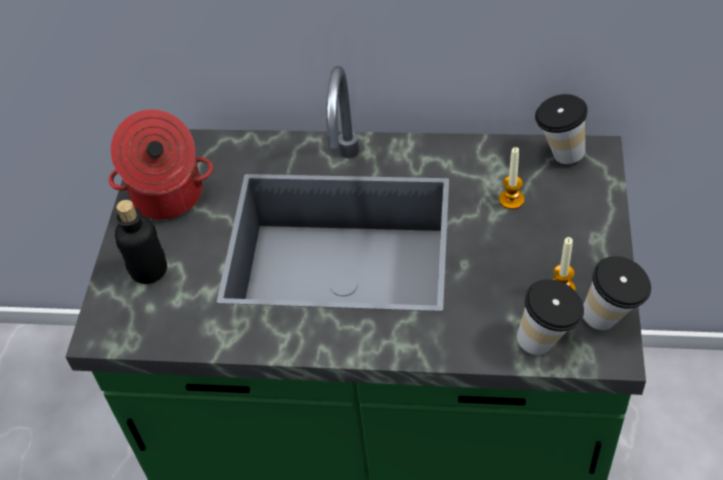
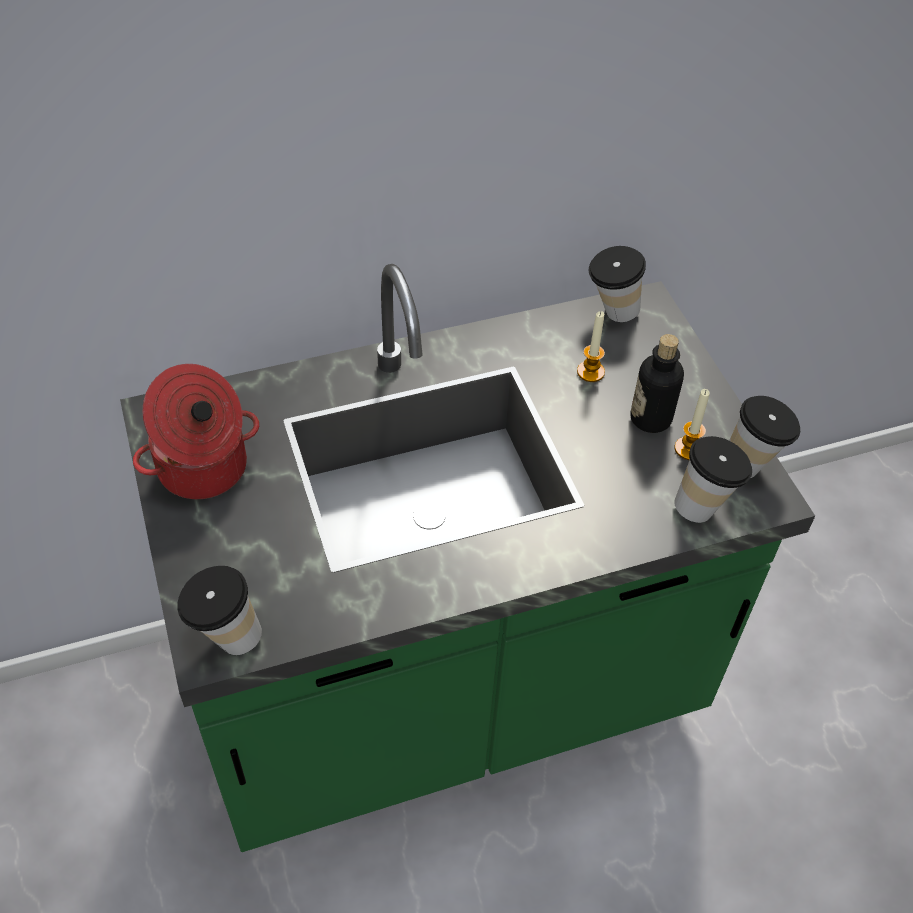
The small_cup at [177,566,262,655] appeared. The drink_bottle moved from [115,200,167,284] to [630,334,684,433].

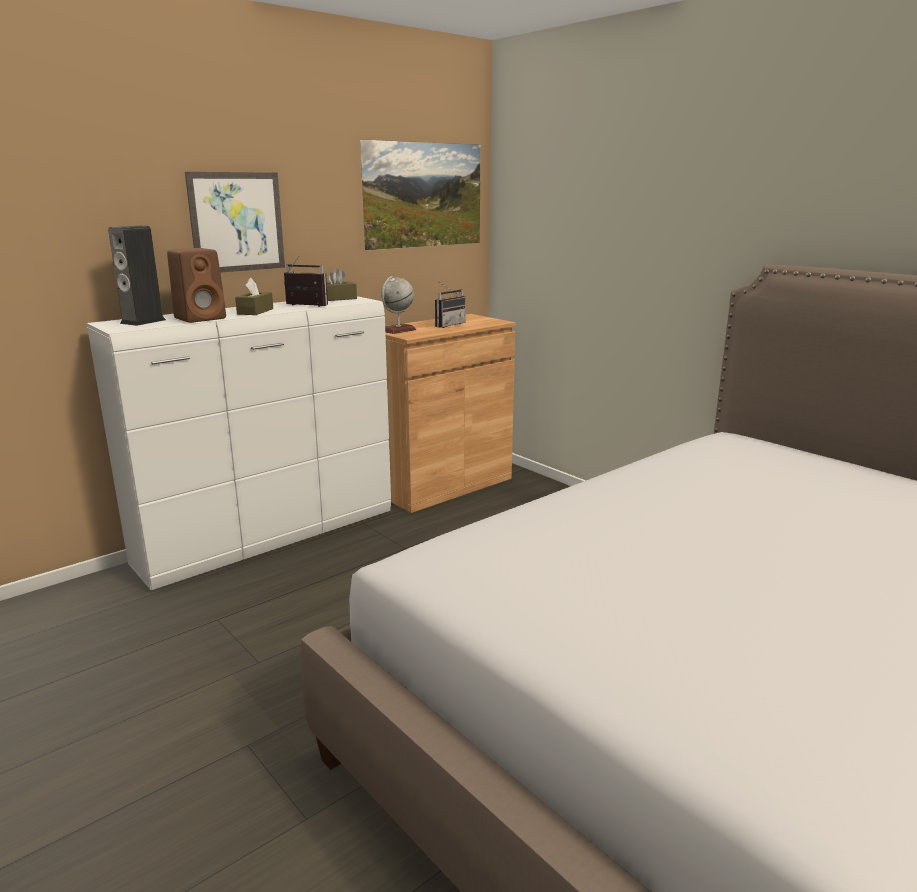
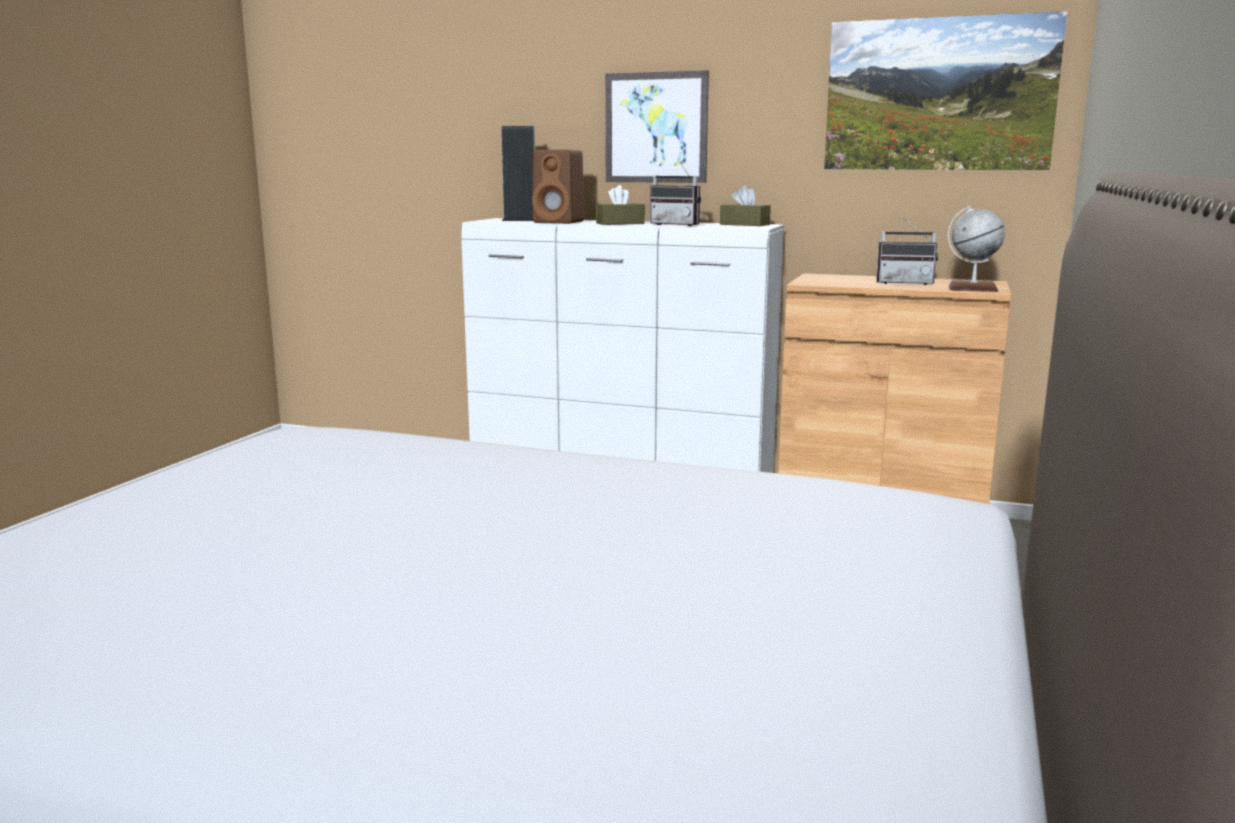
The radio at [284,255,328,307] turned 135 degrees clockwise. The globe moved from [381,276,416,334] to [947,206,1005,292].

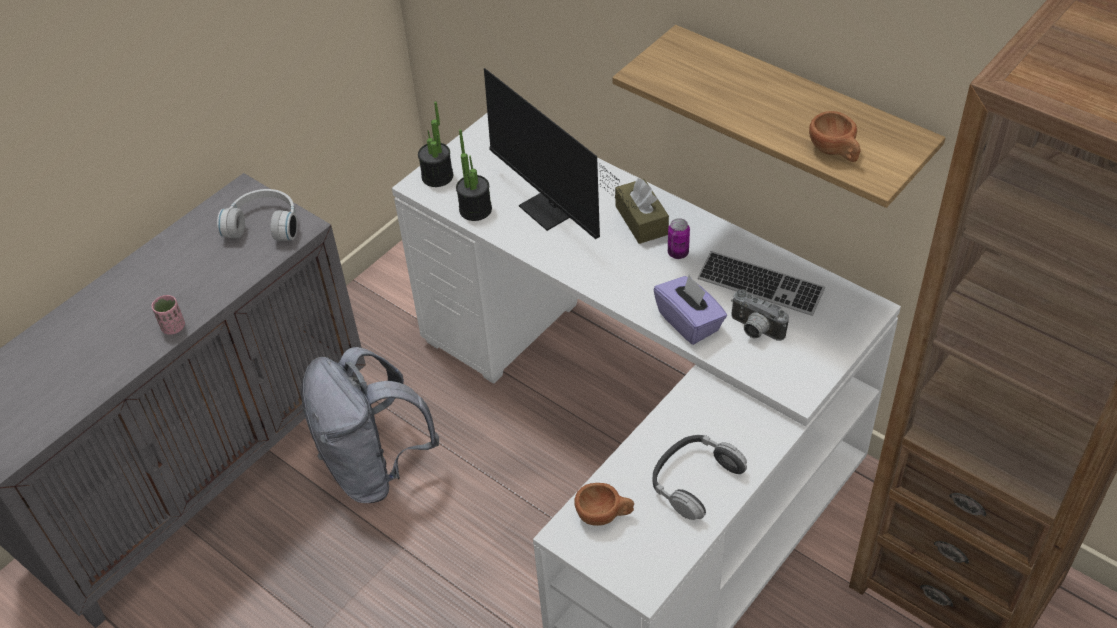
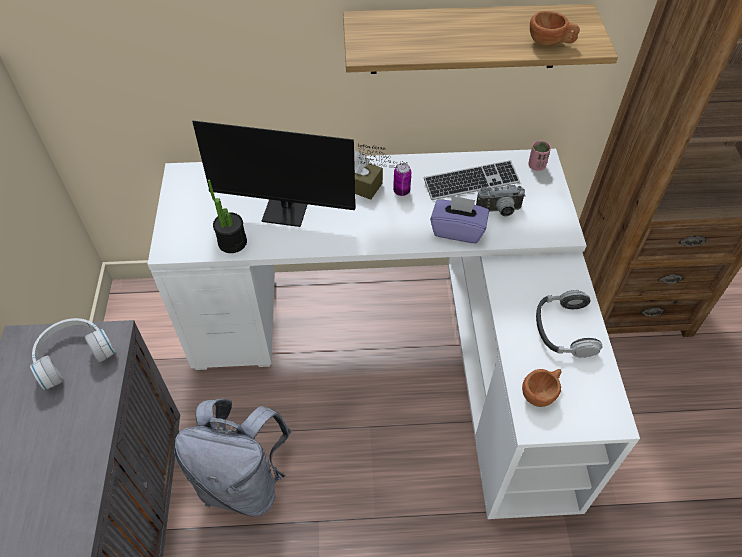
The pink_small_cup moved from [152,295,185,335] to [528,141,551,171]. The plant_in_a_pot at [418,102,453,187] disappeared.

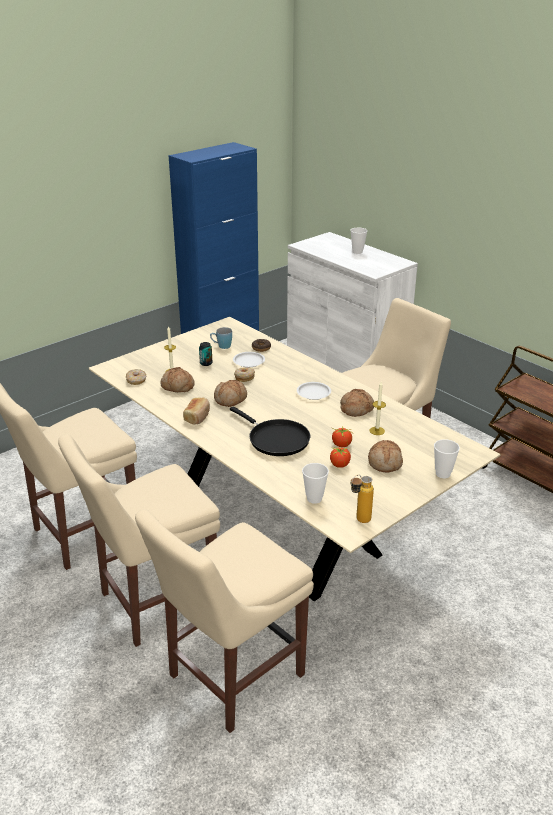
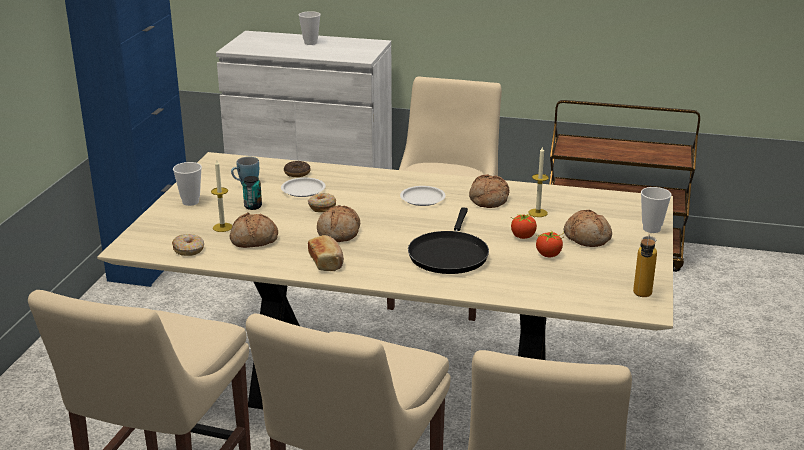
The small_cup moved from [302,463,329,504] to [173,162,202,206]. The black_pan at [230,406,310,456] turned 90 degrees clockwise.

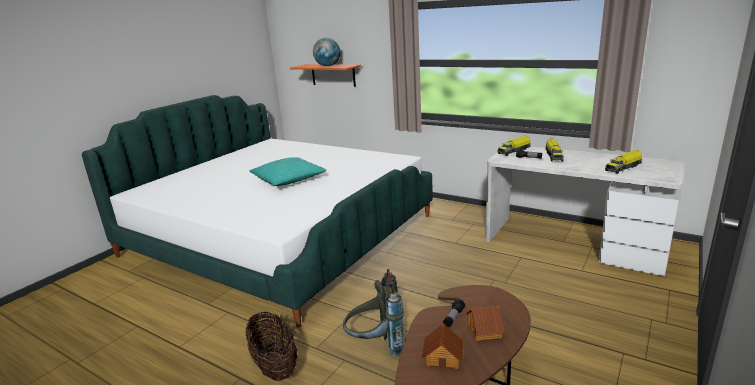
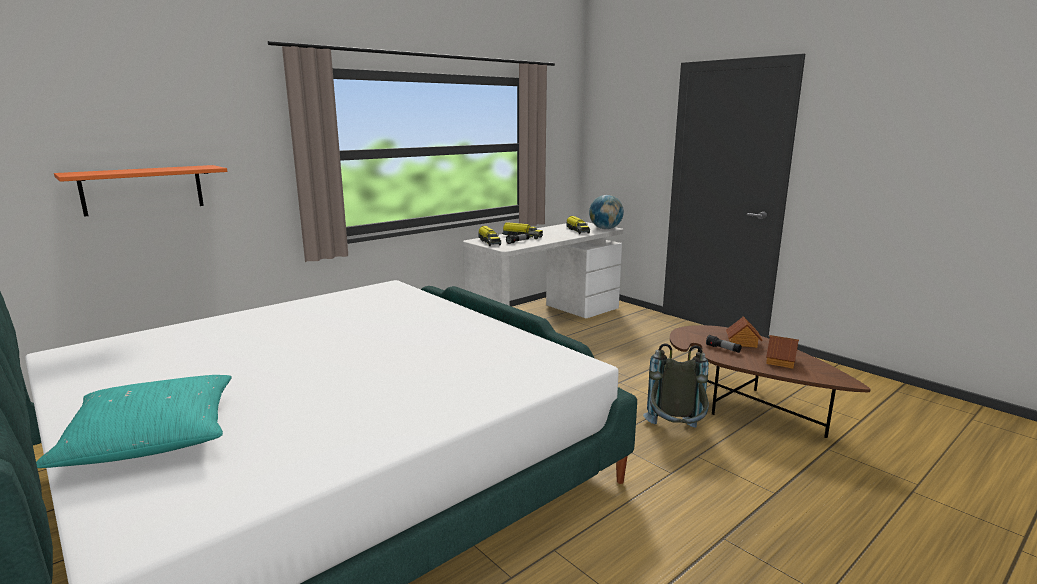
The blue-green_throw_pillow moved from [249,157,327,186] to [36,375,232,468]. The globe moved from [313,38,341,66] to [589,195,624,229]. The basket at [246,312,297,381] disappeared.

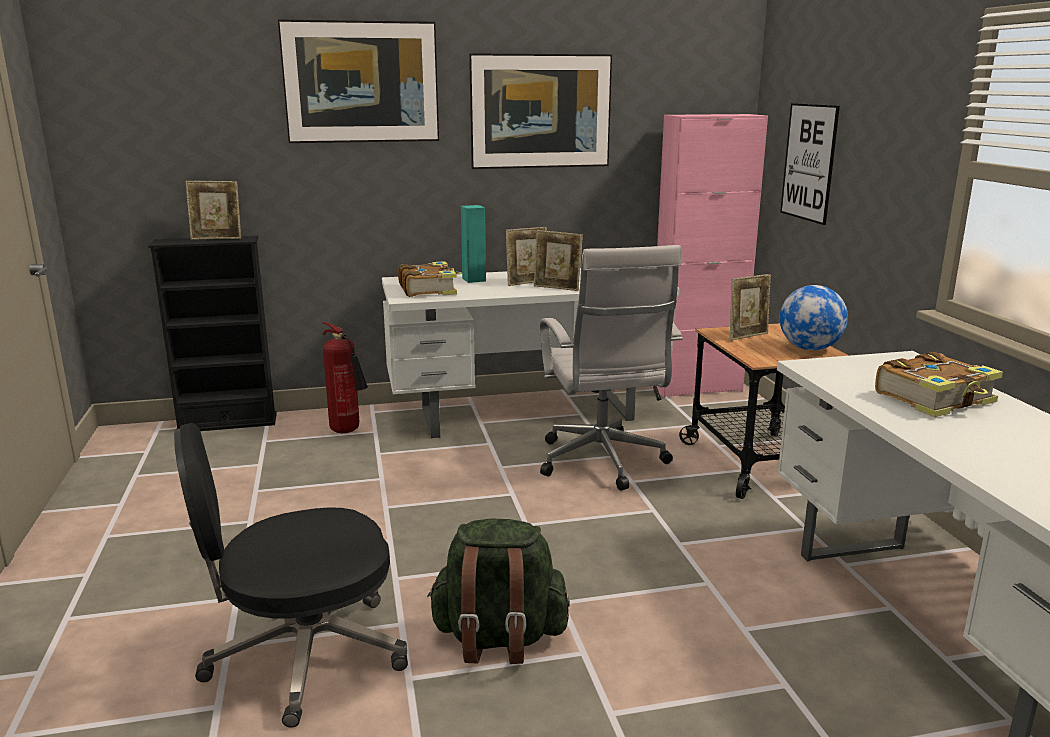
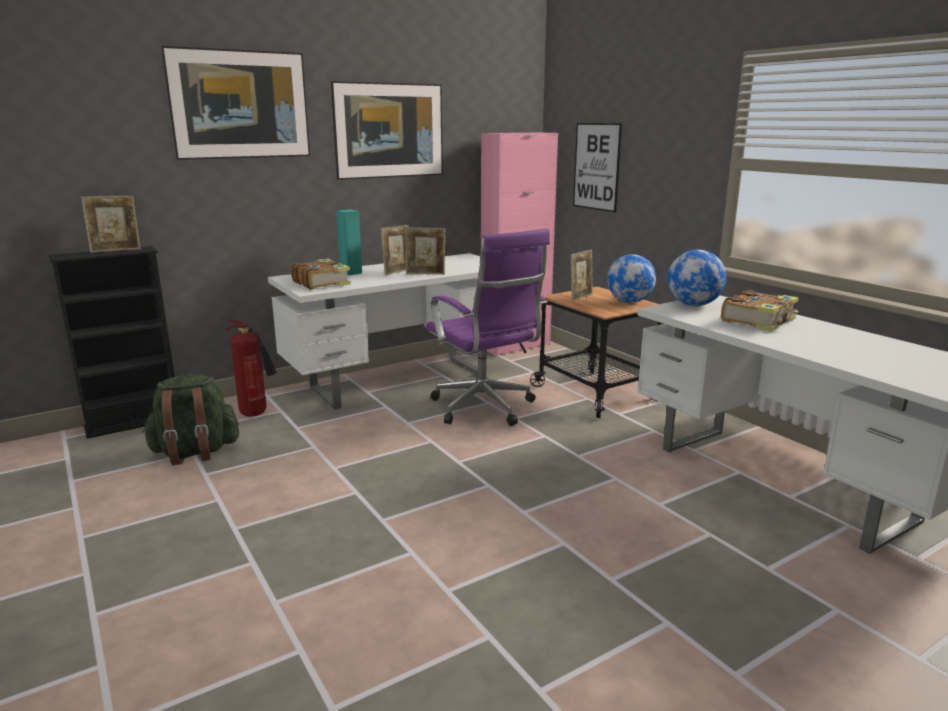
The greenish_rucksack moved from [427,518,570,664] to [142,375,239,465]. The whitish_computer_chair at [540,245,683,491] became the purple_computer_chair at [426,229,550,426]. The globe at [668,250,726,306] appeared. The black_computer_chair at [174,423,408,728] disappeared.

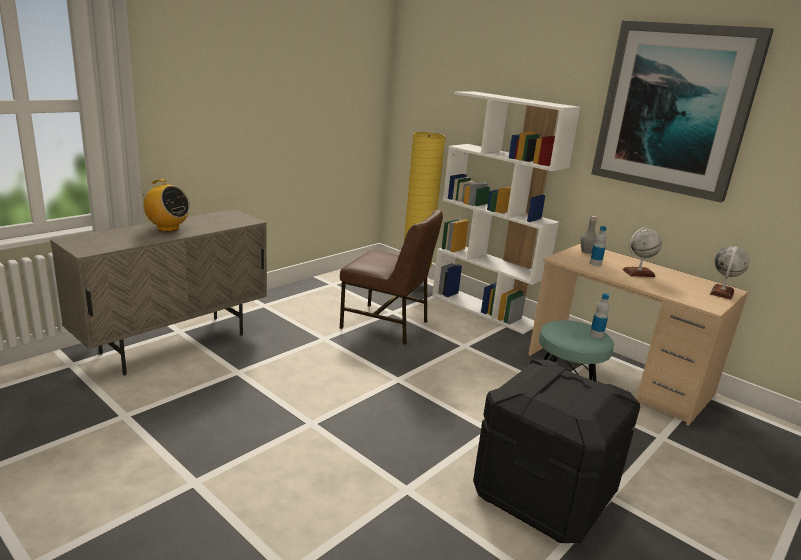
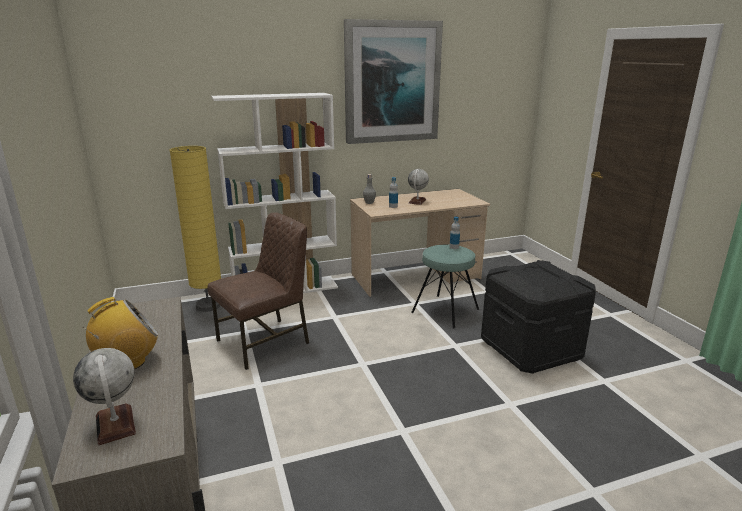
The globe moved from [710,246,750,300] to [73,348,136,445].

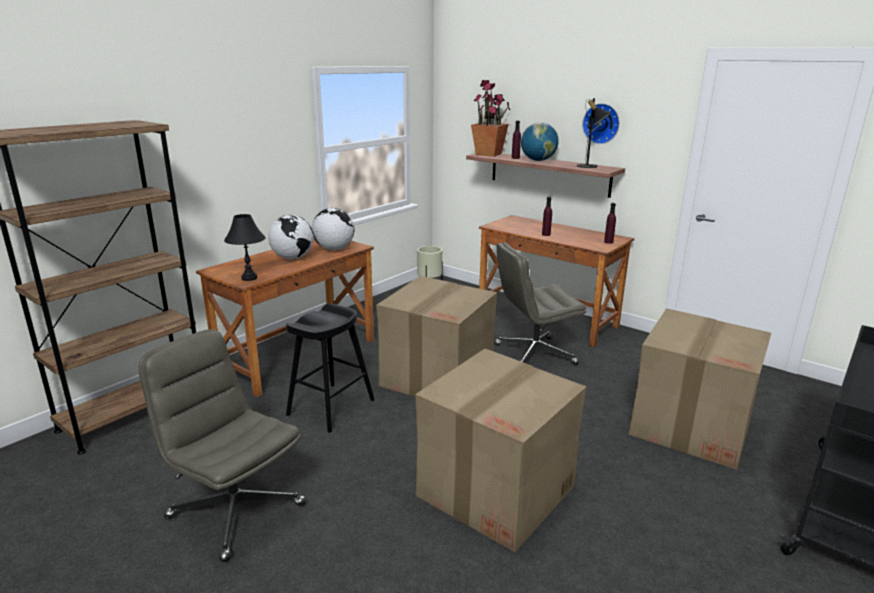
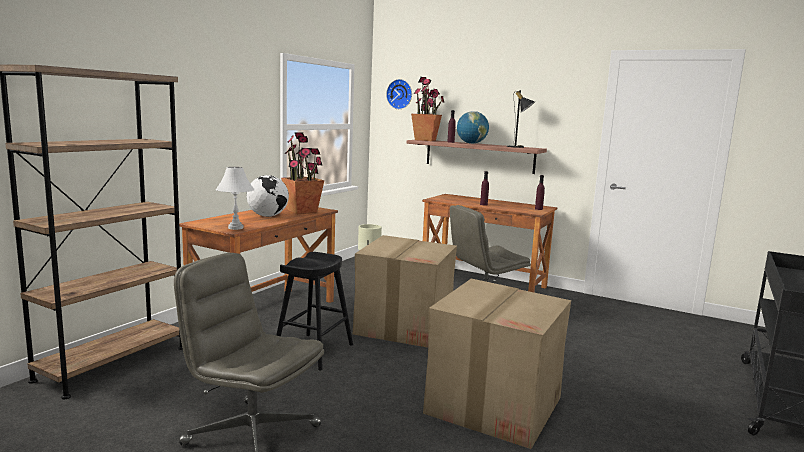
The black_tabletop_lamp at [224,214,265,281] became the whitish_tabletop_lamp at [216,167,254,230]. The globe at [312,208,355,250] was replaced by the plant_in_a_pot at [281,132,324,214]. The wall_clock moved from [582,103,620,144] to [386,79,412,109]. The packing_box at [628,308,771,469] disappeared.

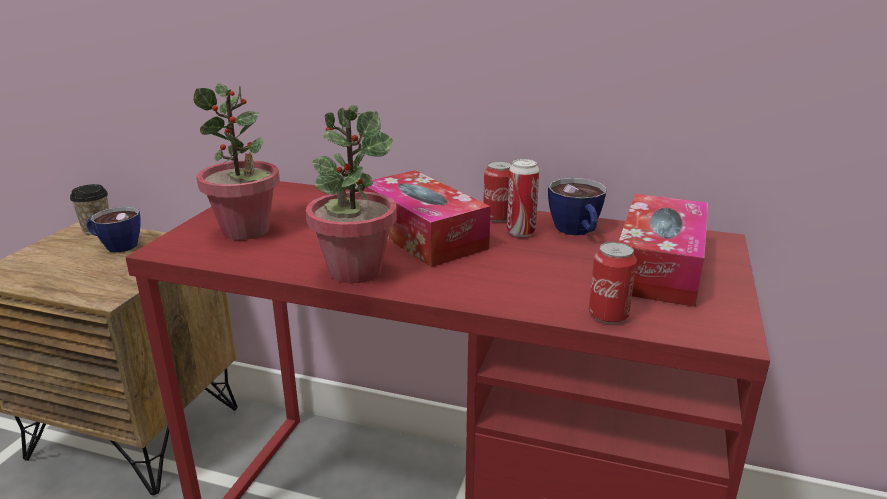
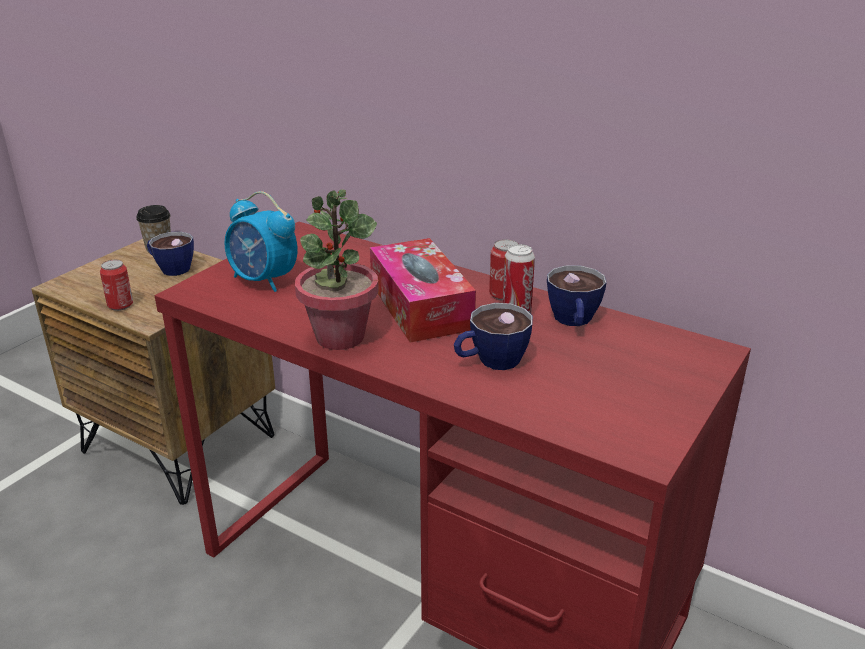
The sealed_can moved from [589,242,637,324] to [100,260,133,311]. The plant_in_a_pot at [194,84,280,240] was replaced by the alarm_clock at [224,191,298,292]. The small_cup at [454,303,533,370] appeared. The box_of_tissues at [619,194,708,307] disappeared.

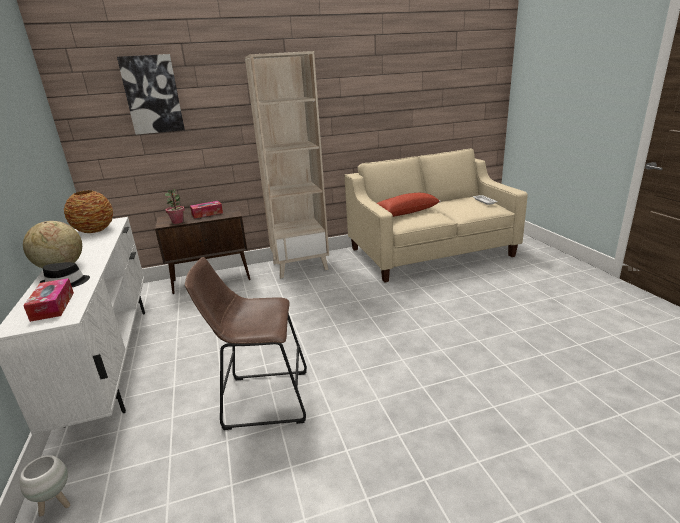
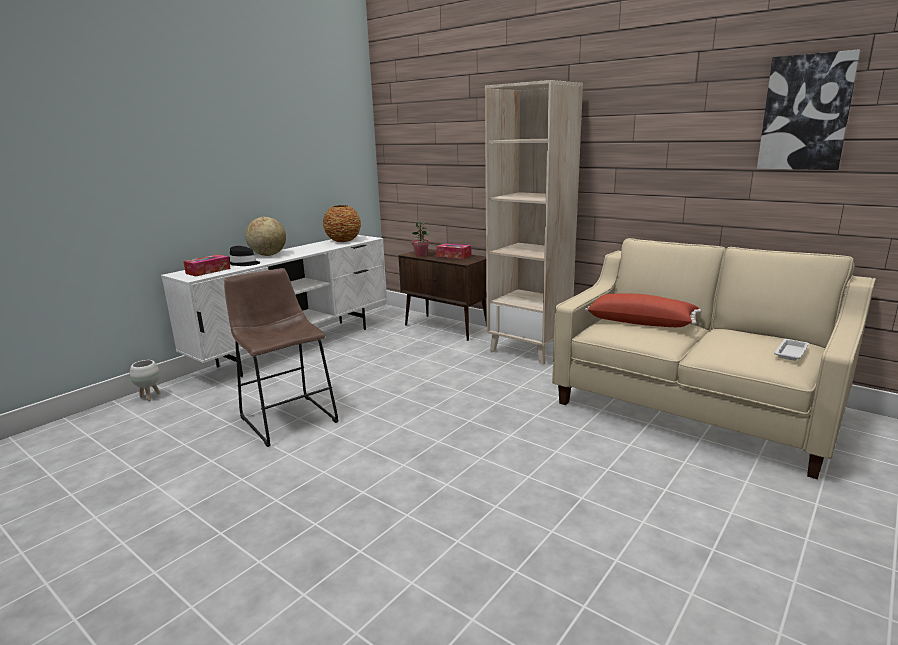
The picture moved from [117,54,185,135] to [757,49,861,170].

